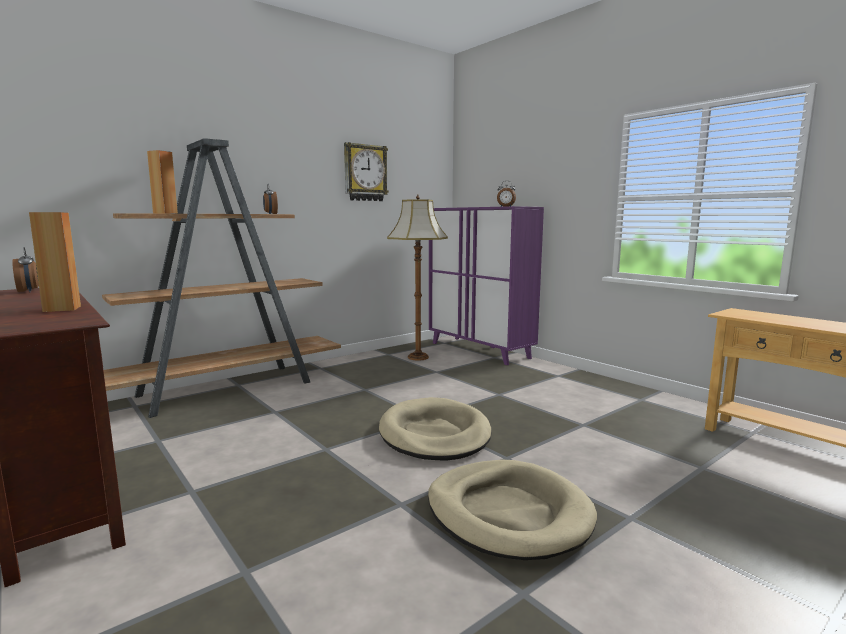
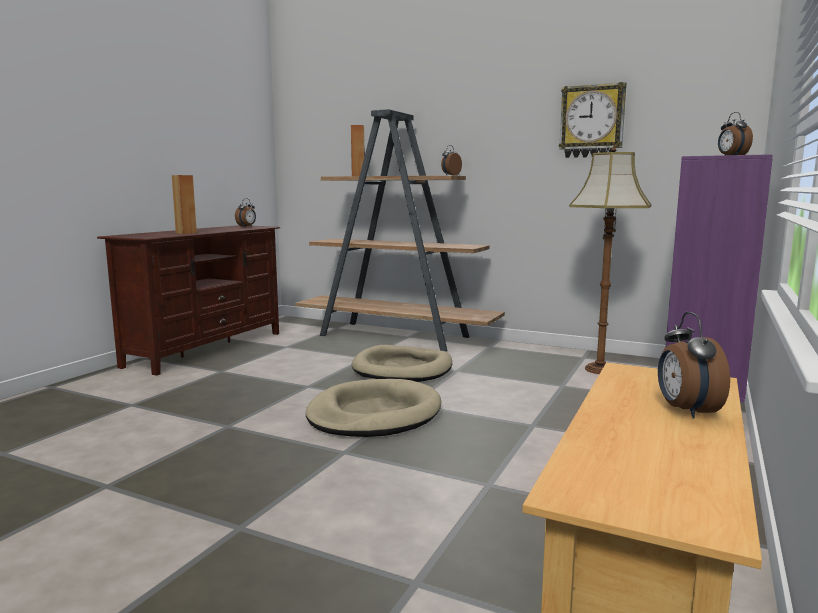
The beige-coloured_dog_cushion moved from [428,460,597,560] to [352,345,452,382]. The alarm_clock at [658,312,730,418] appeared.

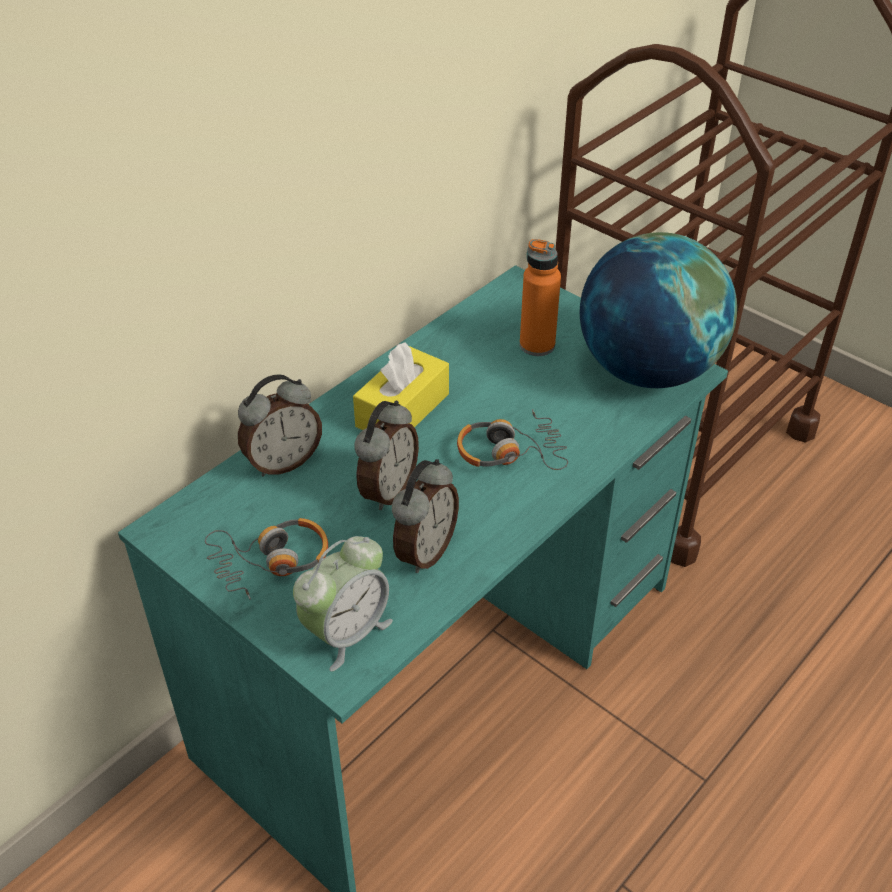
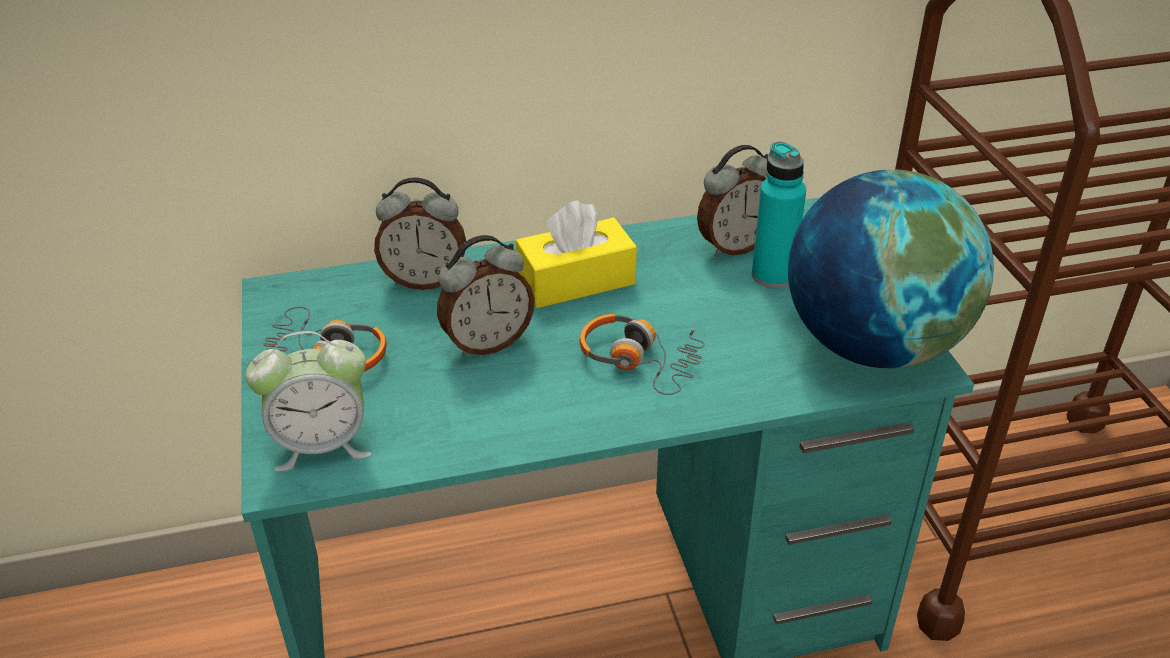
The alarm_clock moved from [392,459,459,573] to [697,145,768,257]. The orange-coloured_drink_bottle at [520,239,561,356] became the blue-green_drink_bottle at [752,141,806,288].

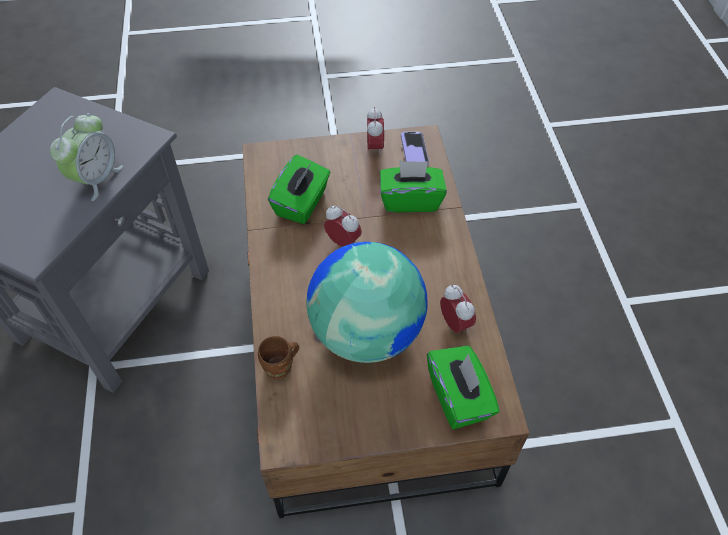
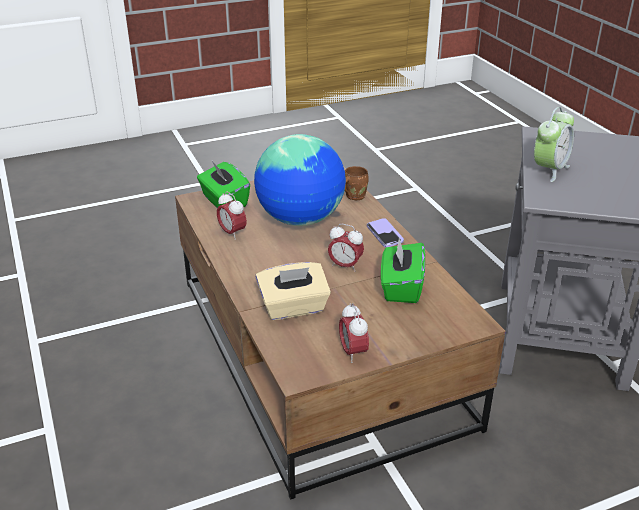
The greenish_box_of_tissues at [380,160,447,212] became the beige-coloured_box_of_tissues at [256,262,331,320]. The phone moved from [401,132,429,165] to [367,218,404,247]. The alarm_clock at [50,113,123,201] turned 150 degrees counterclockwise.

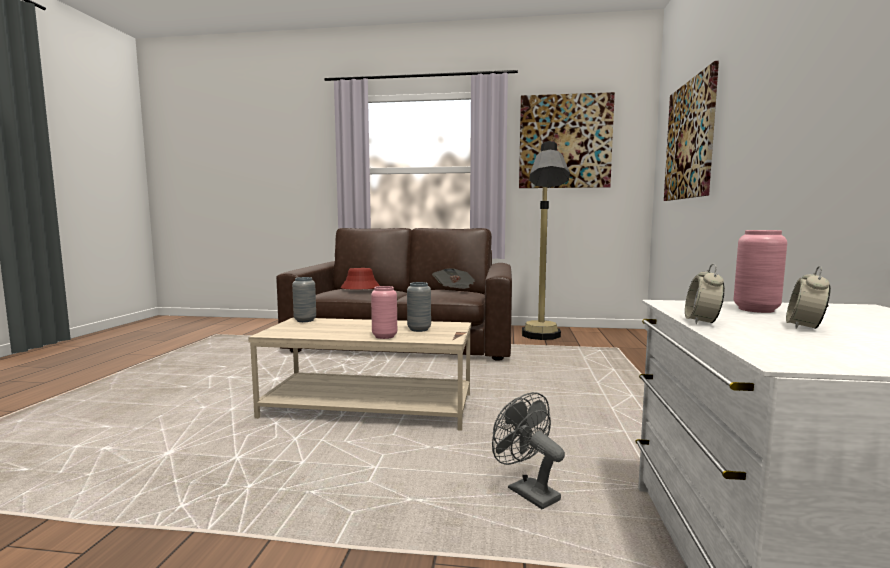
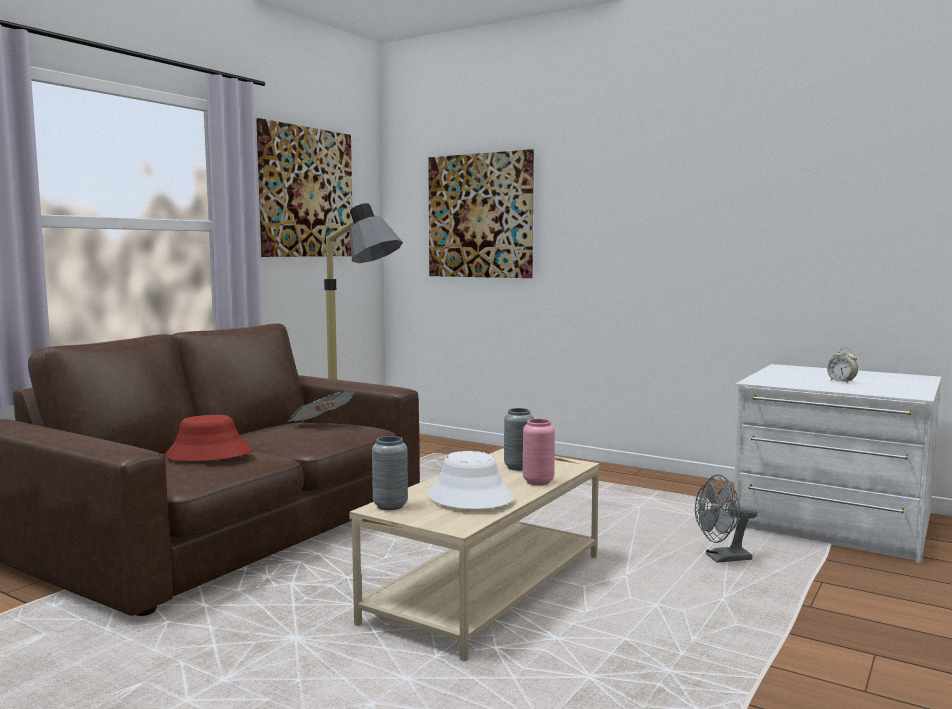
The whitish_hat at [428,451,514,509] appeared. The alarm_clock at [685,264,725,324] disappeared. The pink_decorative_vase at [734,230,787,313] disappeared.

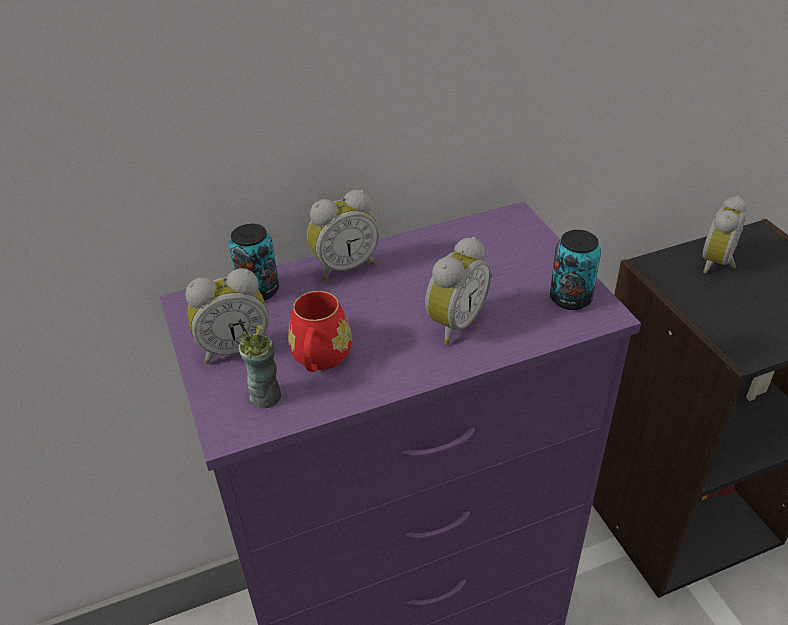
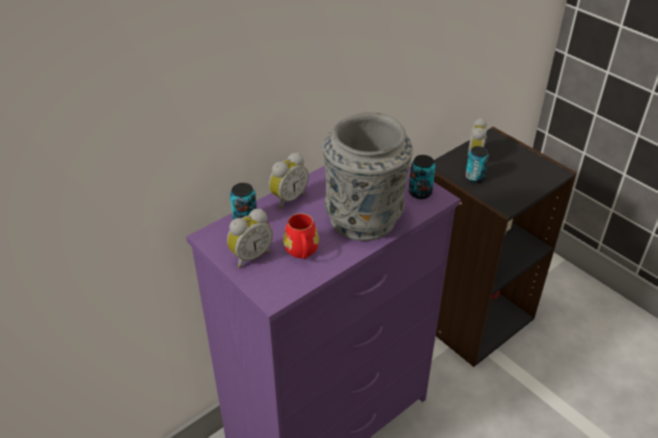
The alarm_clock at [425,237,491,345] was replaced by the greyish_decorative_vase at [323,112,413,241]. The sealed_can at [465,146,489,183] appeared. The small_cup at [238,318,281,408] disappeared.

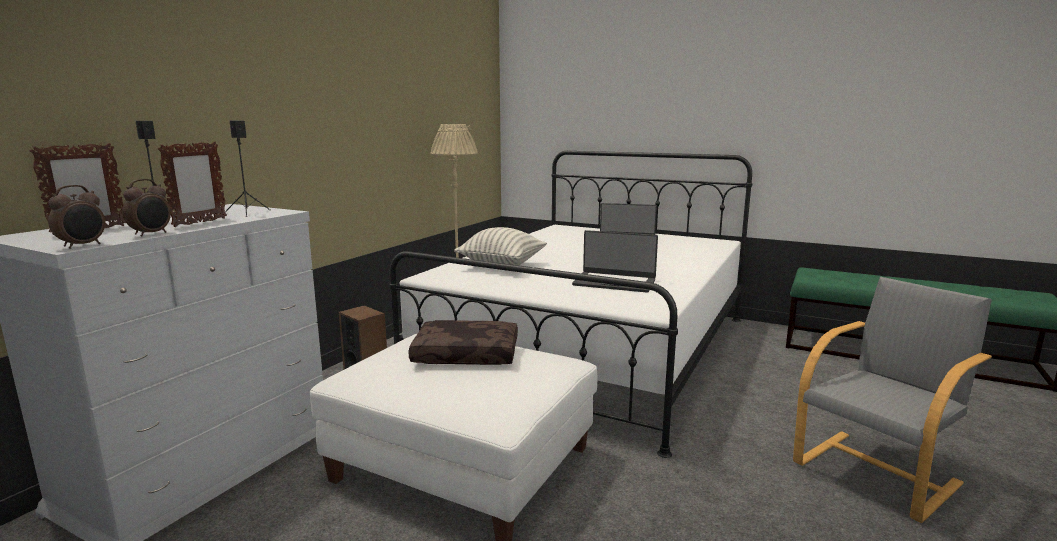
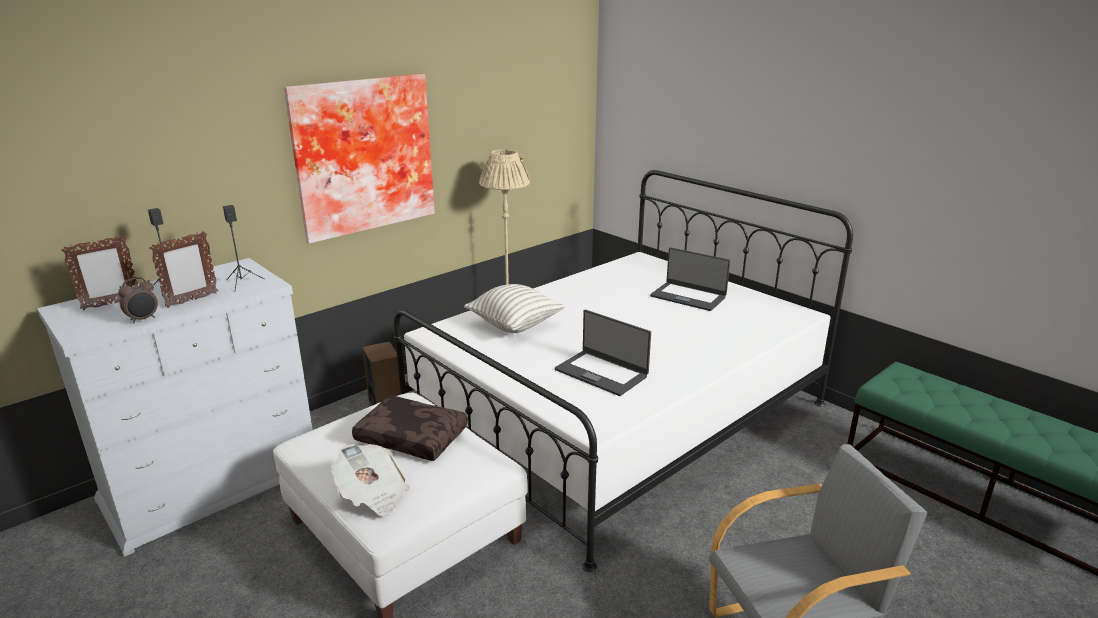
The picture at [284,74,435,244] appeared. The newspaper at [331,444,410,516] appeared. The alarm_clock at [48,185,105,249] disappeared.

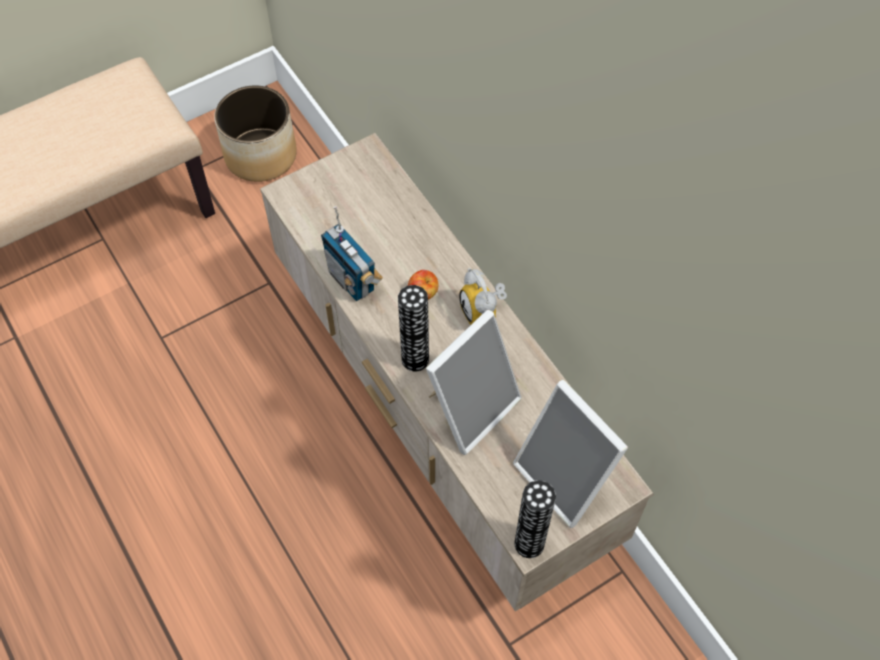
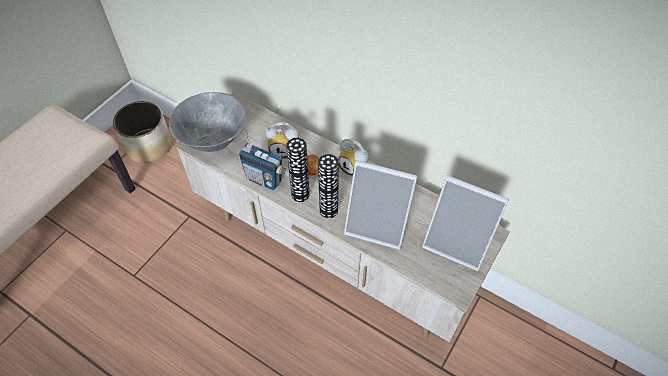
The greyish_bowl at [169,92,246,152] appeared. The alarm_clock at [266,122,299,159] appeared. The decorative_vase moved from [514,480,556,558] to [286,138,310,202]. The standing_frame at [426,310,522,455] turned 90 degrees clockwise.

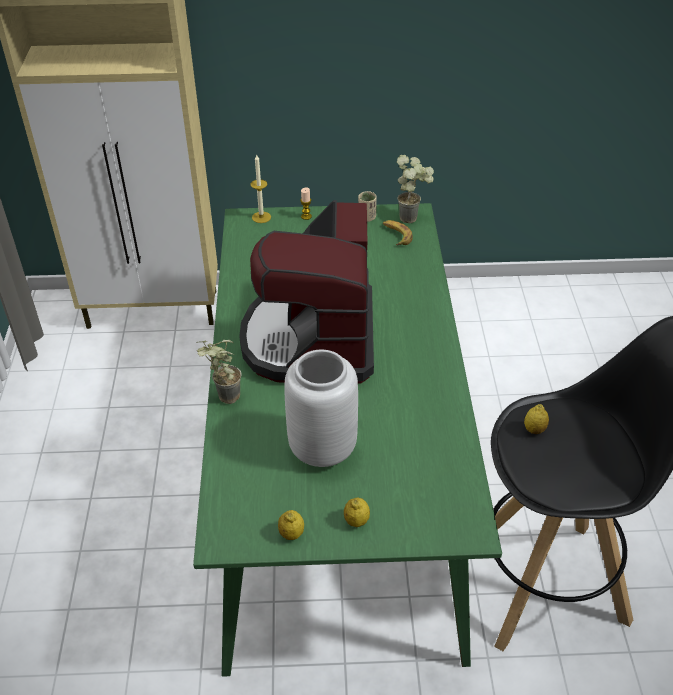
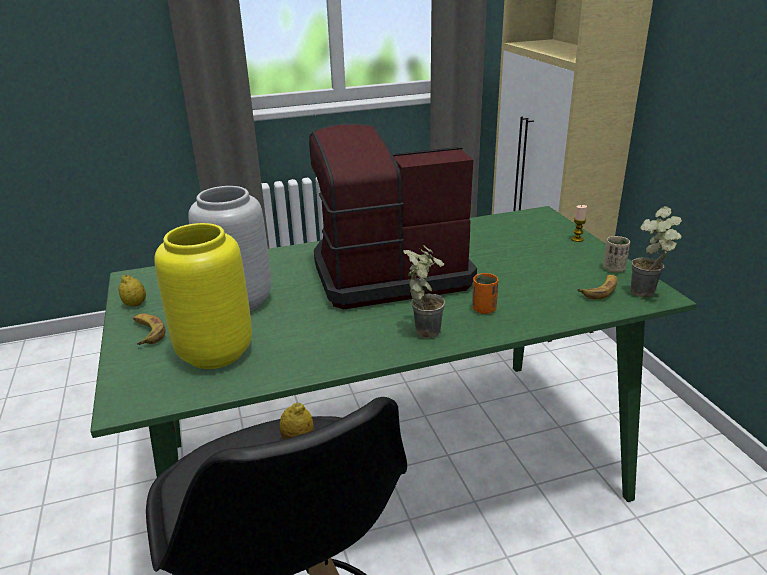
The citrus_fruit at [344,498,370,527] was replaced by the banana at [133,314,166,345]. The yellow-coloured_decorative_vase at [155,223,252,369] appeared. The plant_in_a_pot moved from [196,340,242,404] to [403,245,445,338]. The orange-coloured_small_cup at [472,273,498,314] appeared. The wax_candle at [250,155,271,223] disappeared.

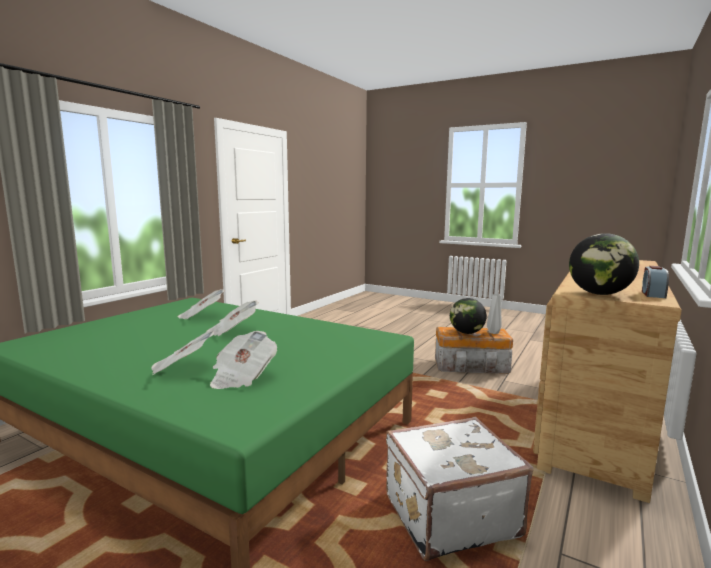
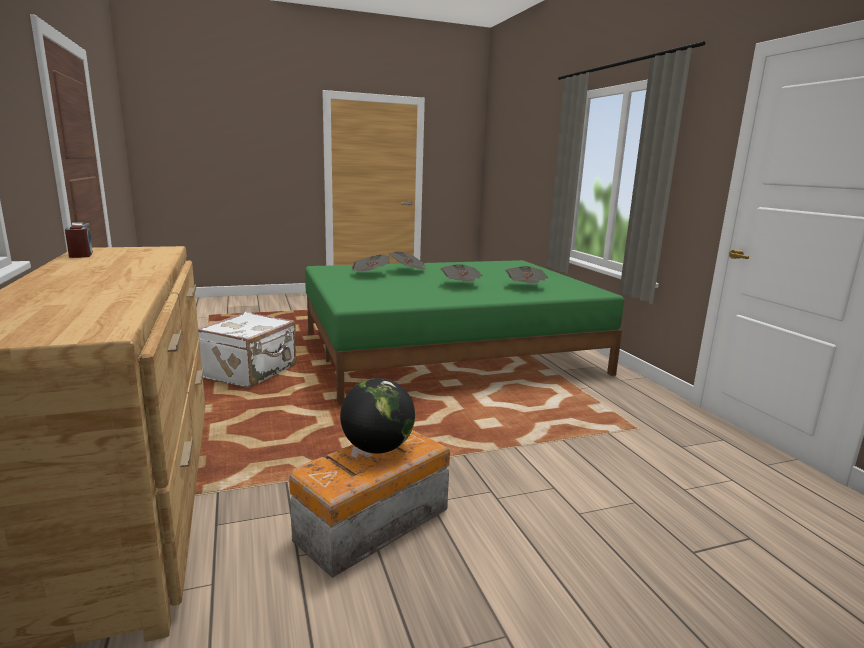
The greyish_decorative_vase at [487,294,502,334] disappeared. The globe at [569,233,639,295] disappeared.

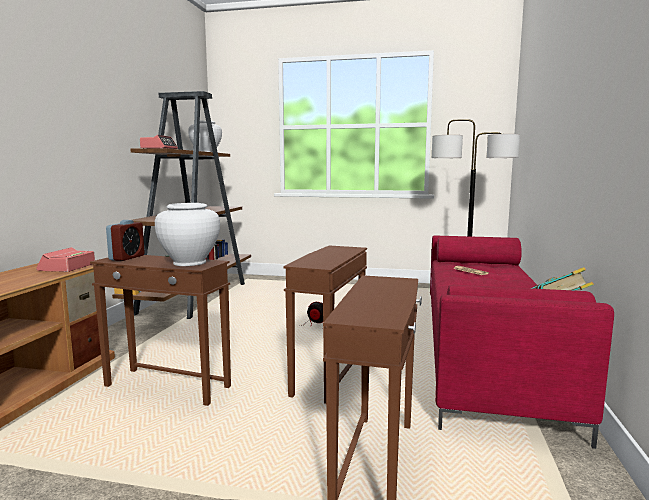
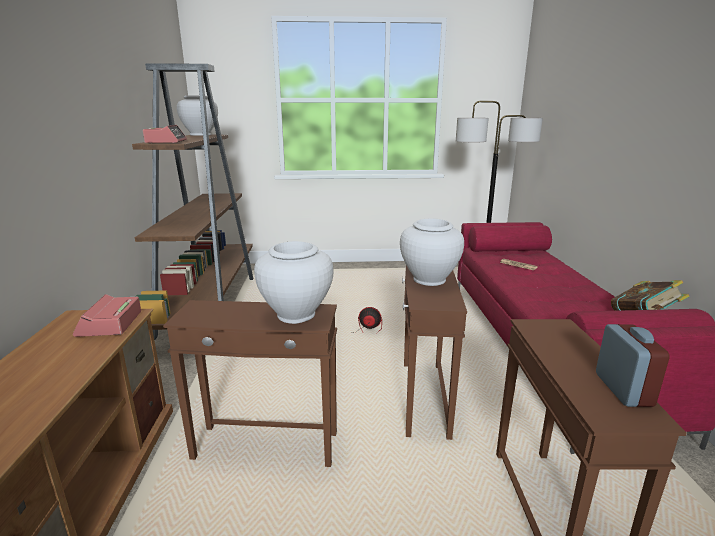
The whitish_decorative_vase at [400,218,464,286] appeared. The alarm_clock moved from [106,220,145,261] to [596,324,670,407].

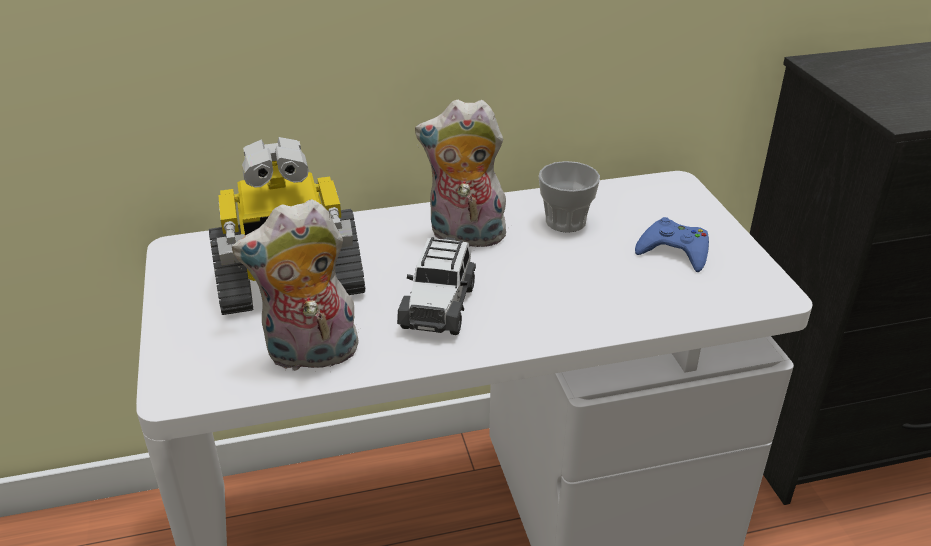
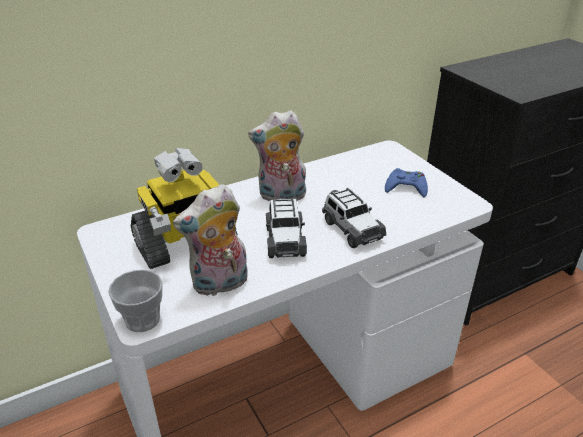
The small_cup moved from [539,161,600,233] to [108,270,163,332]. The model_car at [322,188,386,248] appeared.

